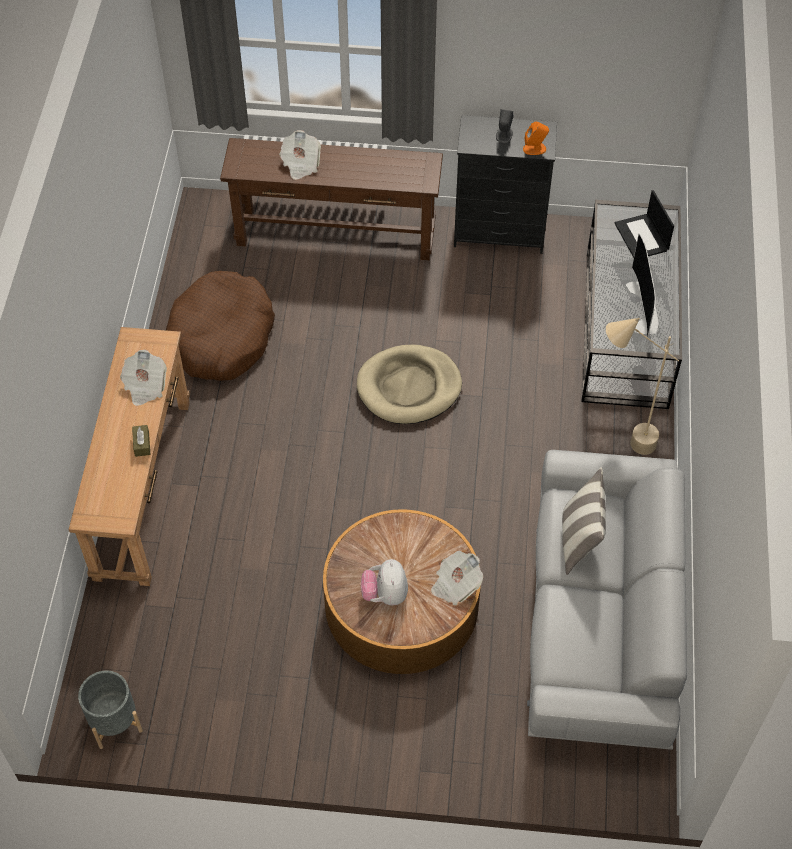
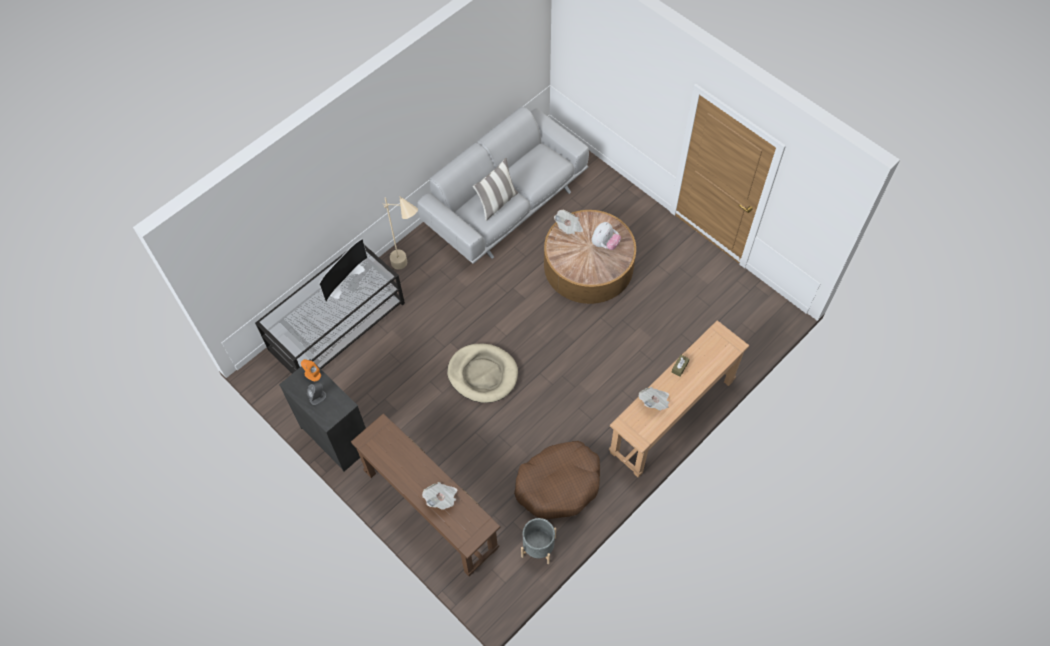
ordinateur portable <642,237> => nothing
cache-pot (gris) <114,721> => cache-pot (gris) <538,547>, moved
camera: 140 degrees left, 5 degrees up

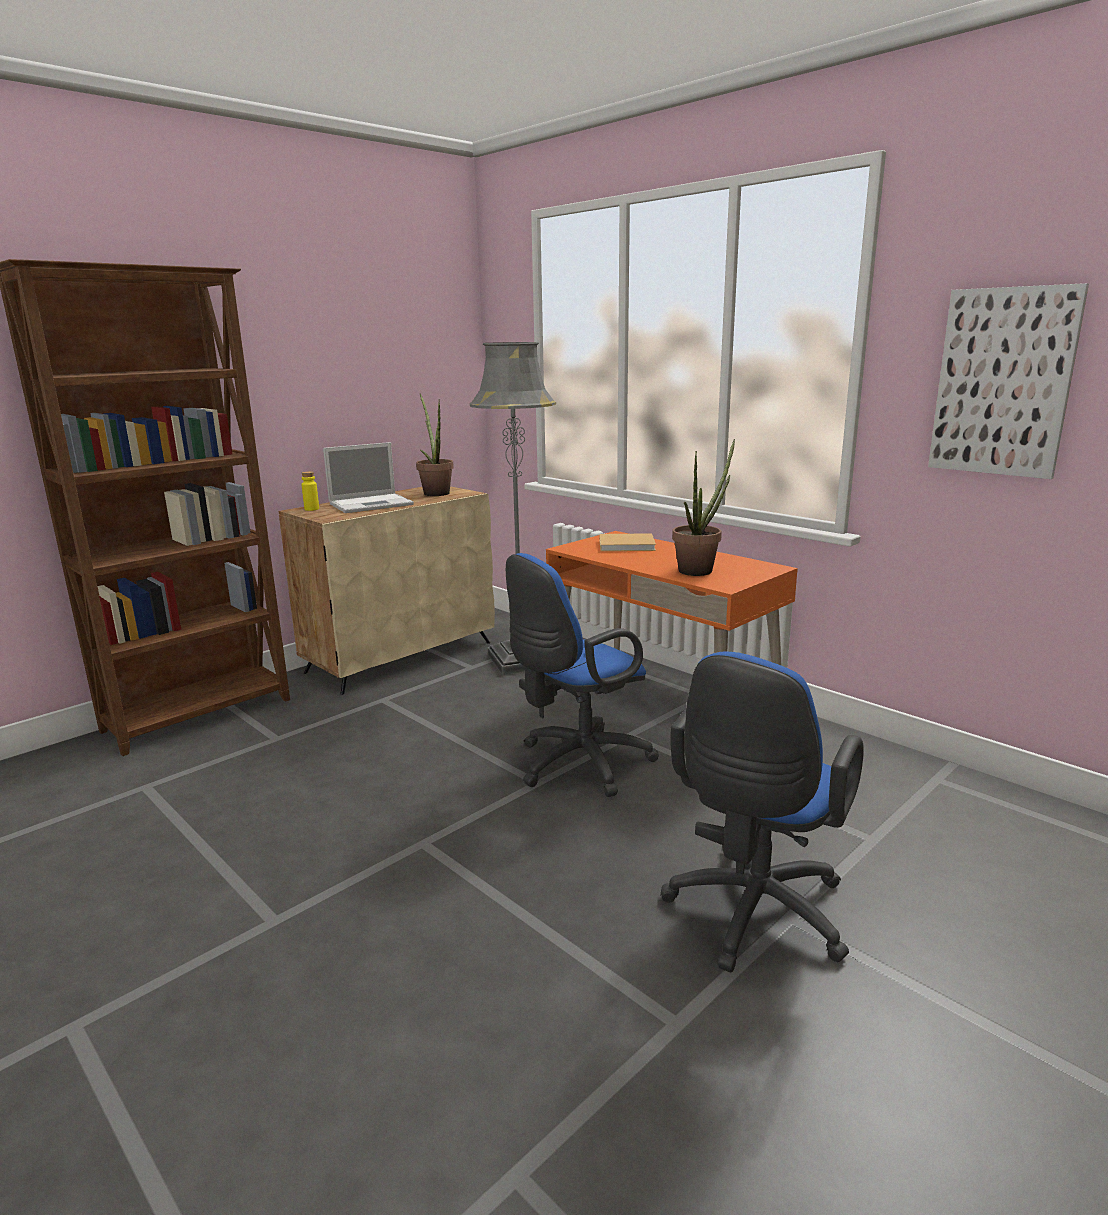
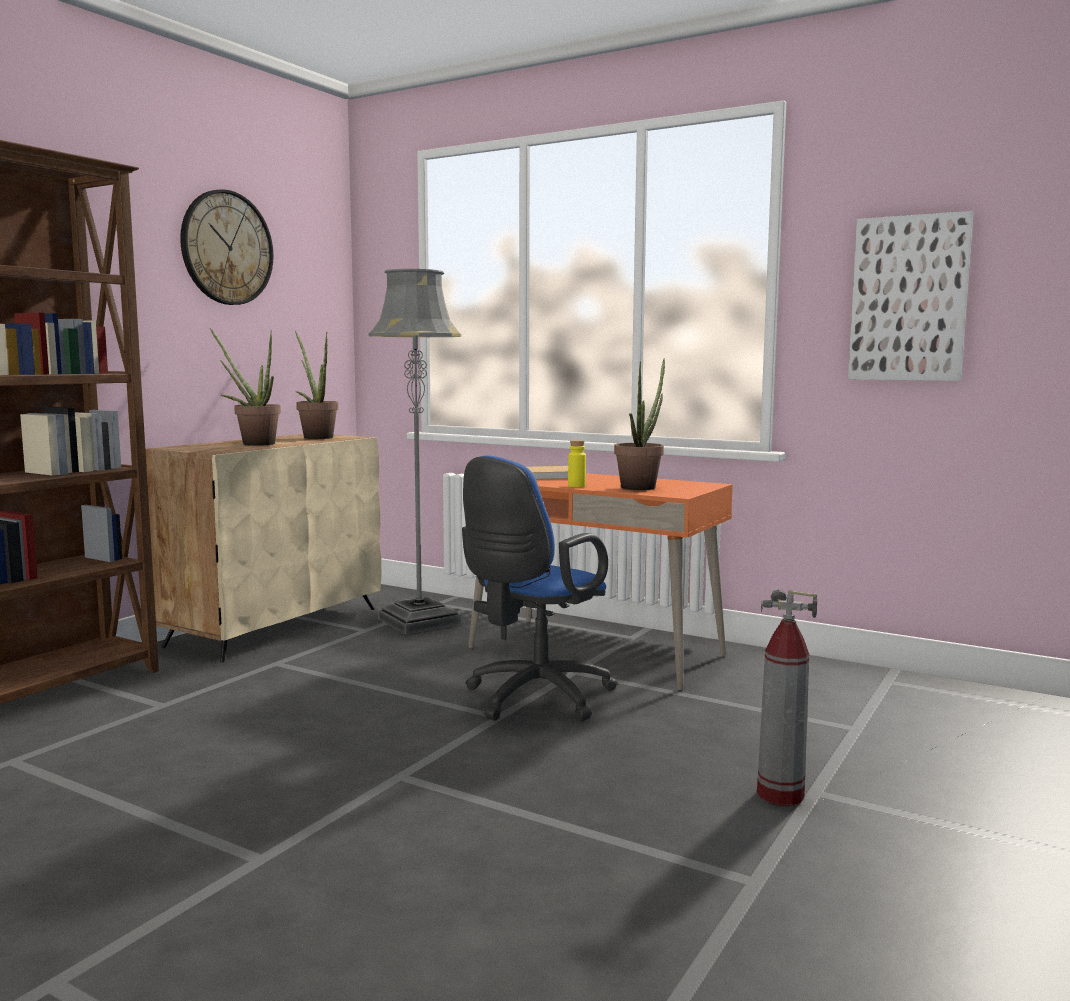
ordinateur portable <372,504> => plante en pot <253,443>
bouteille (jaune) <311,509> => bouteille (jaune) <576,486>, moved
chaise de bureau (bleu) <752,916> => extincteur <779,795>
nothing => horloge murale <227,248>
camera: 15 degrees left, 10 degrees down

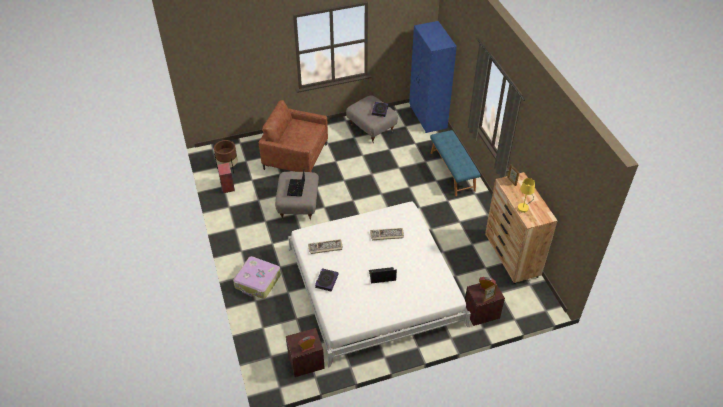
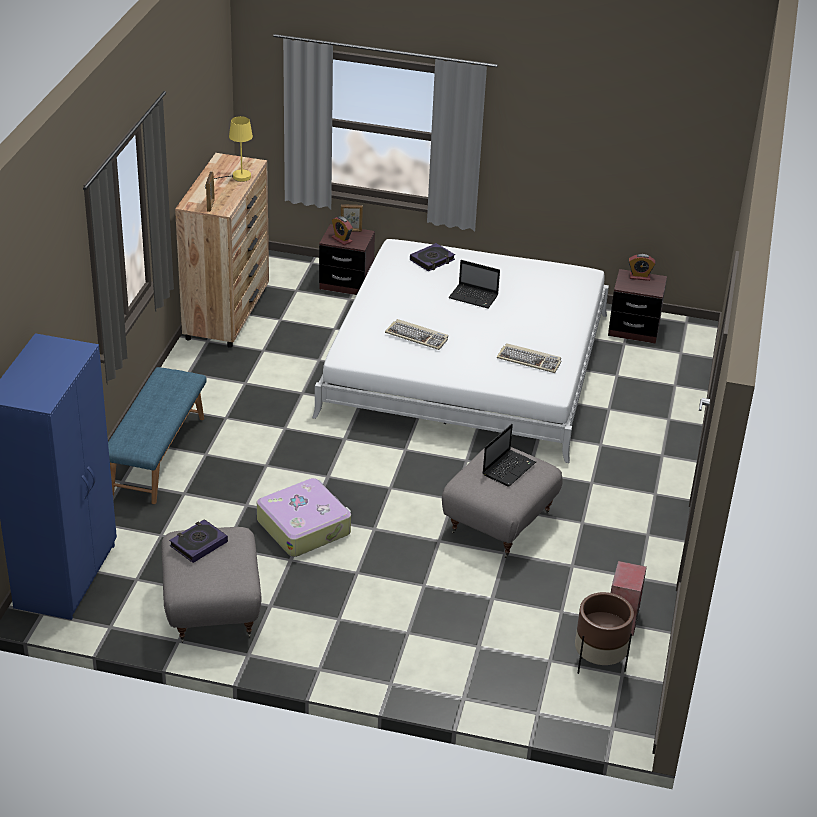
fauteuil (marron) <295,156> => nothing
valise <258,282> => valise <304,526>, moved
livre <326,281> => livre <432,260>, moved
camera: 150 degrees left, 10 degrees down

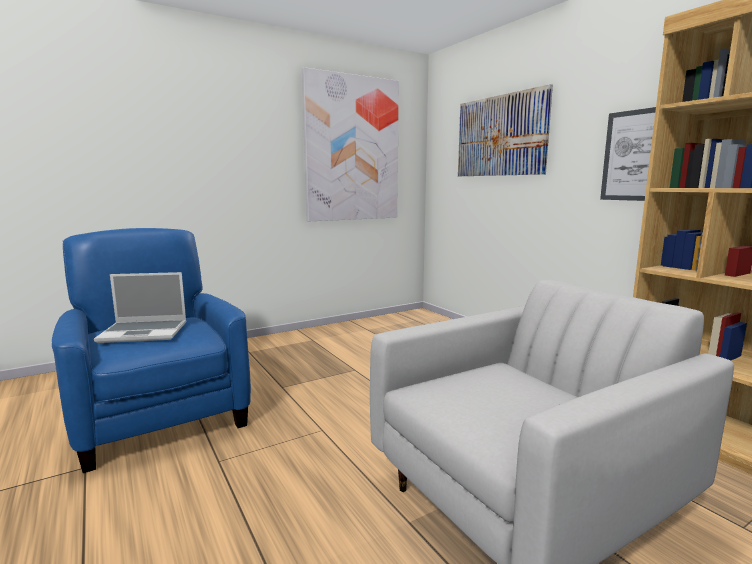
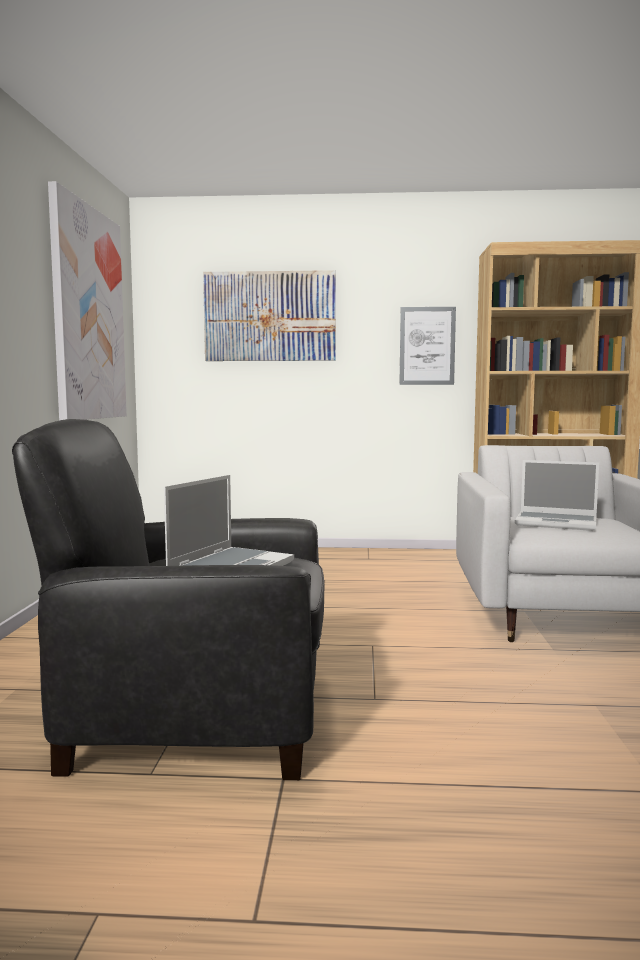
fauteuil (bleu) <160,415> => fauteuil (noir) <196,717>
nothing => ordinateur portable <557,523>
camera: 55 degrees left, 5 degrees down

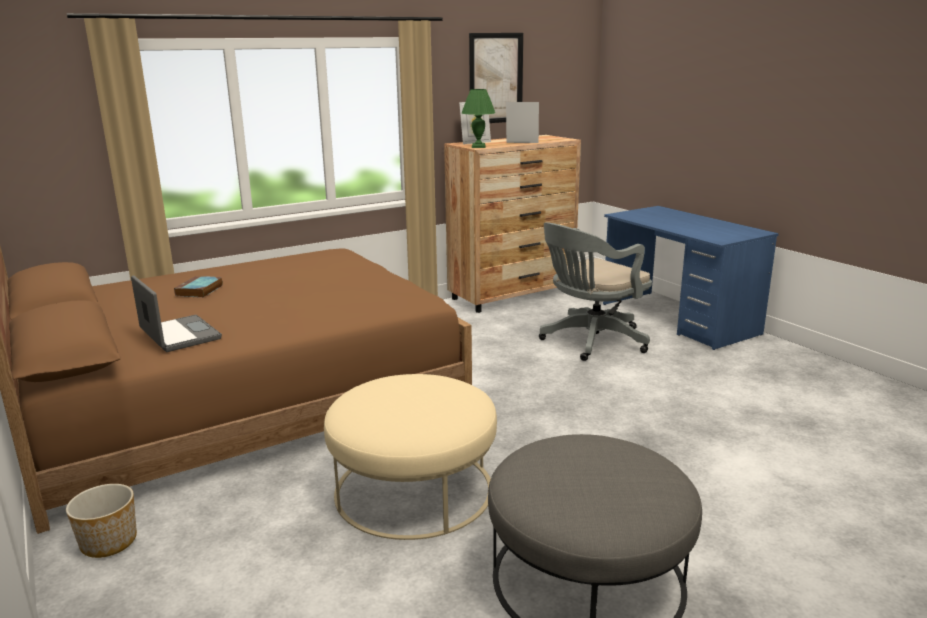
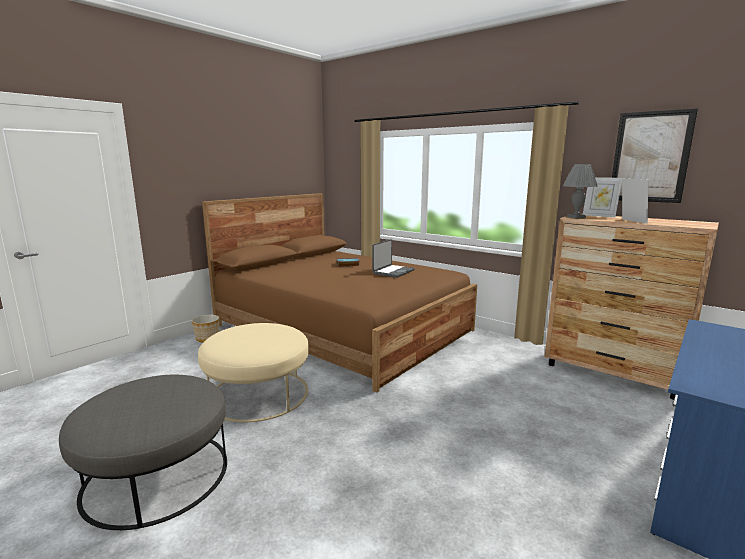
lampe de table (vert) <478,147> => lampe de table (gris) <575,217>
chaise de bureau (gris) <590,341> => nothing
ordinateur portable <178,335> => ordinateur portable <393,272>, moved
camera: 70 degrees right, 5 degrees down

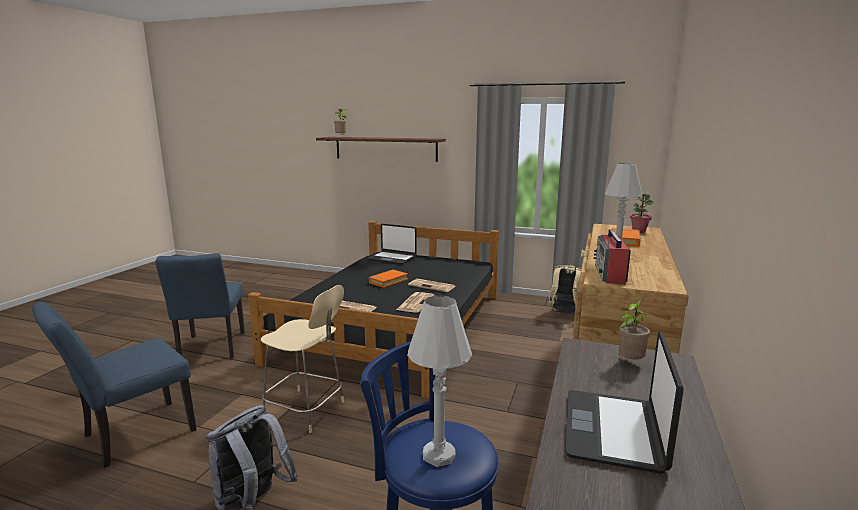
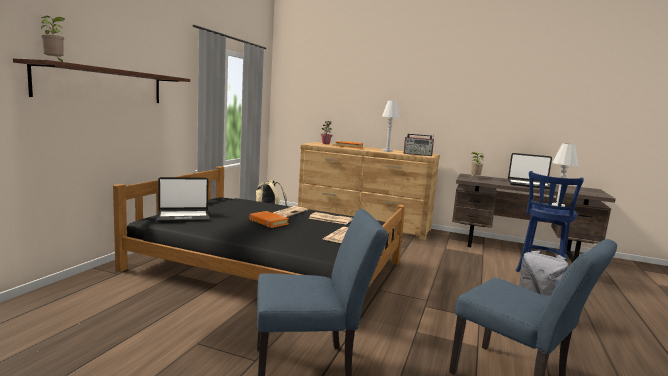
ordinateur portable <392,258> => ordinateur portable <183,217>, 45 degrees clockwise
chaise (beige) <306,411> => nothing
camera: 90 degrees left, 5 degrees down

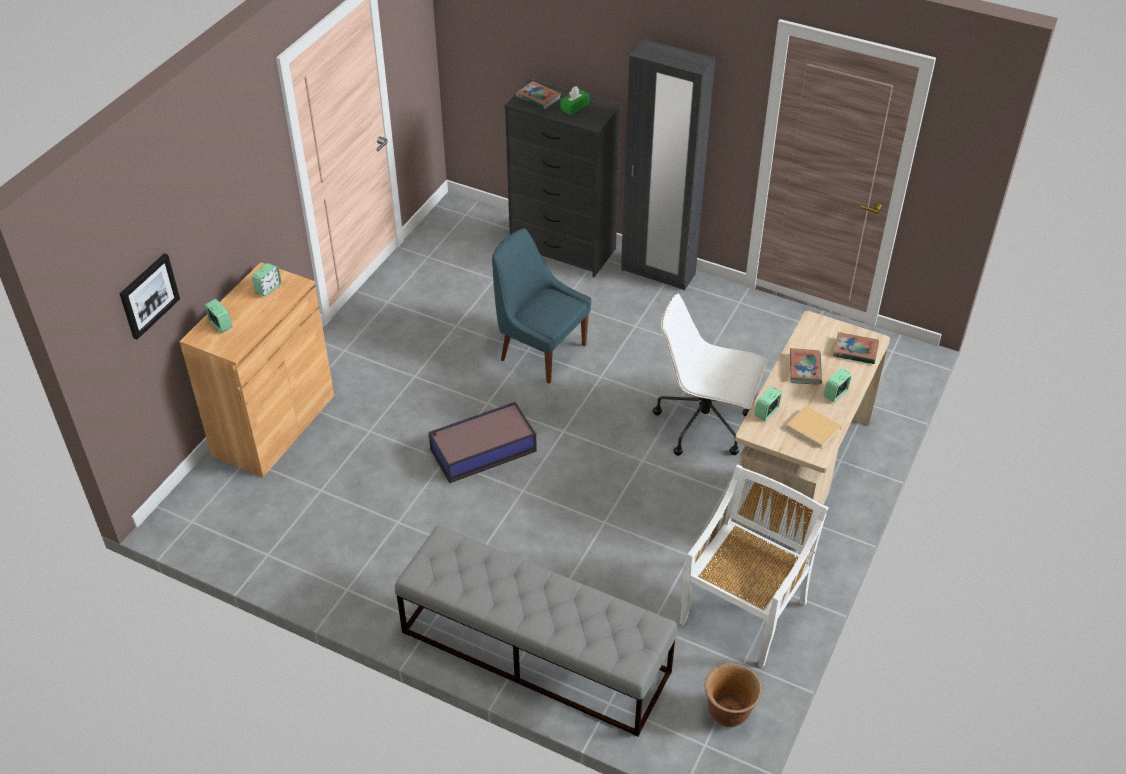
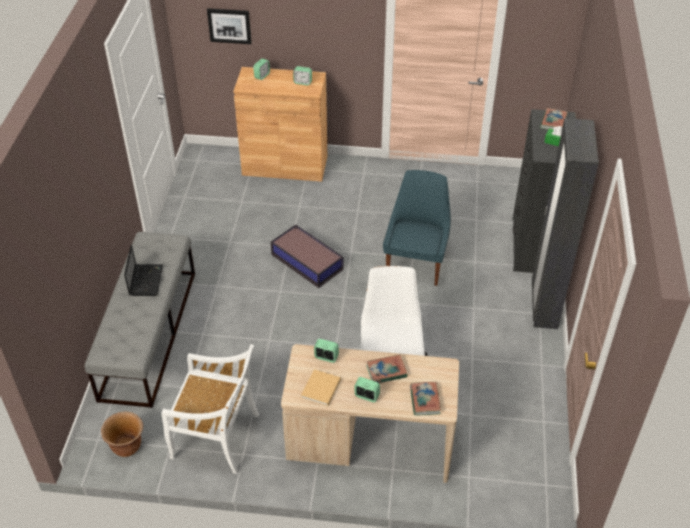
nothing => ordinateur portable <146,280>
camera: 70 degrees right, 0 degrees up

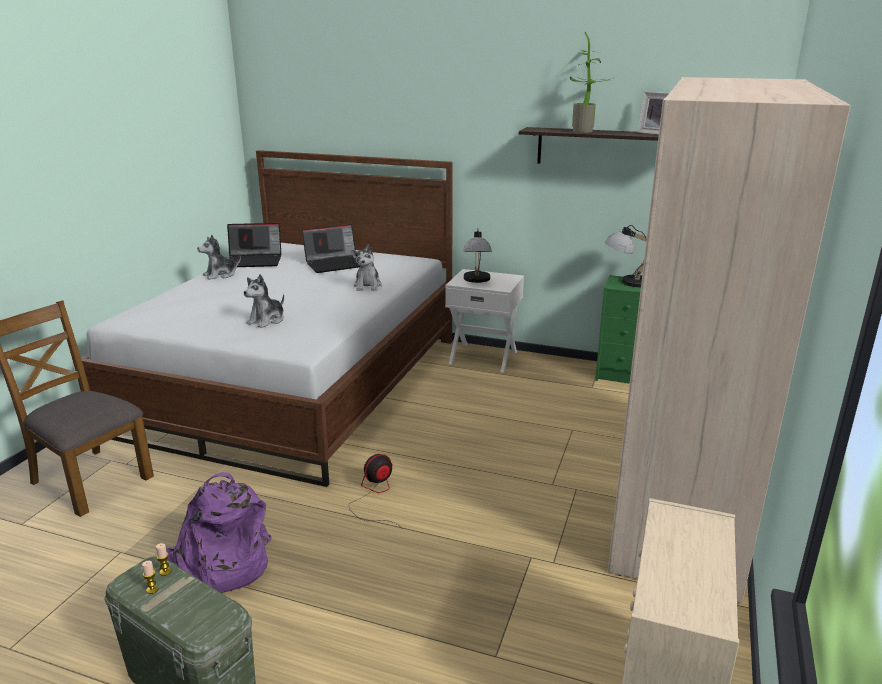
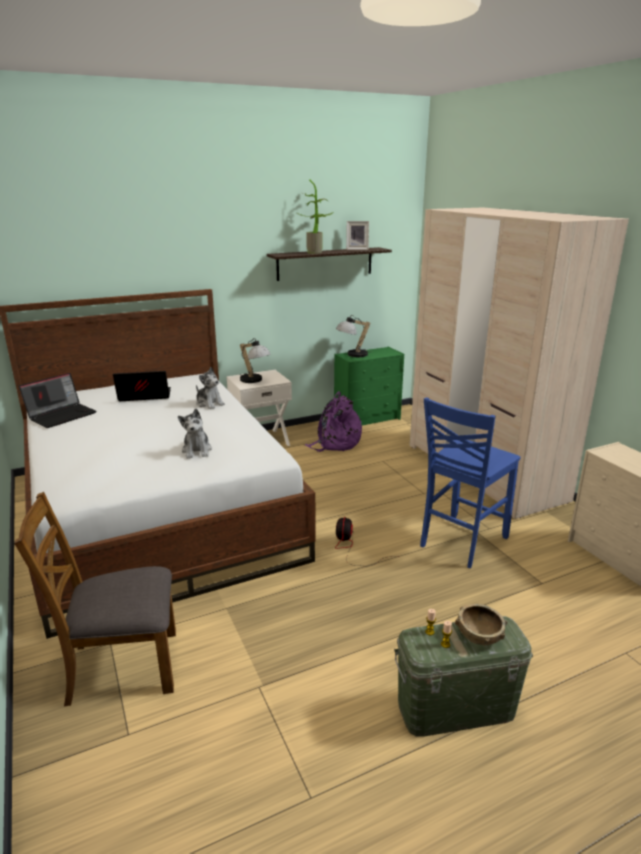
ordinateur portable <336,264> => ordinateur portable <144,397>, 120 degrees counterclockwise
peluche <221,275> => nothing
sac à dos (violet) <221,565> => sac à dos (violet) <335,443>, moved
nothing => chaise (bleu) <461,542>
nothing => bol (marron) <479,635>
camera: 45 degrees left, 0 degrees up

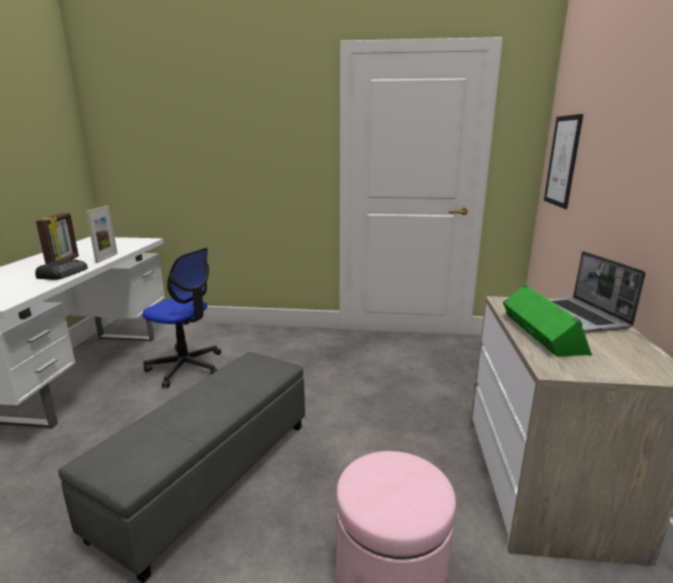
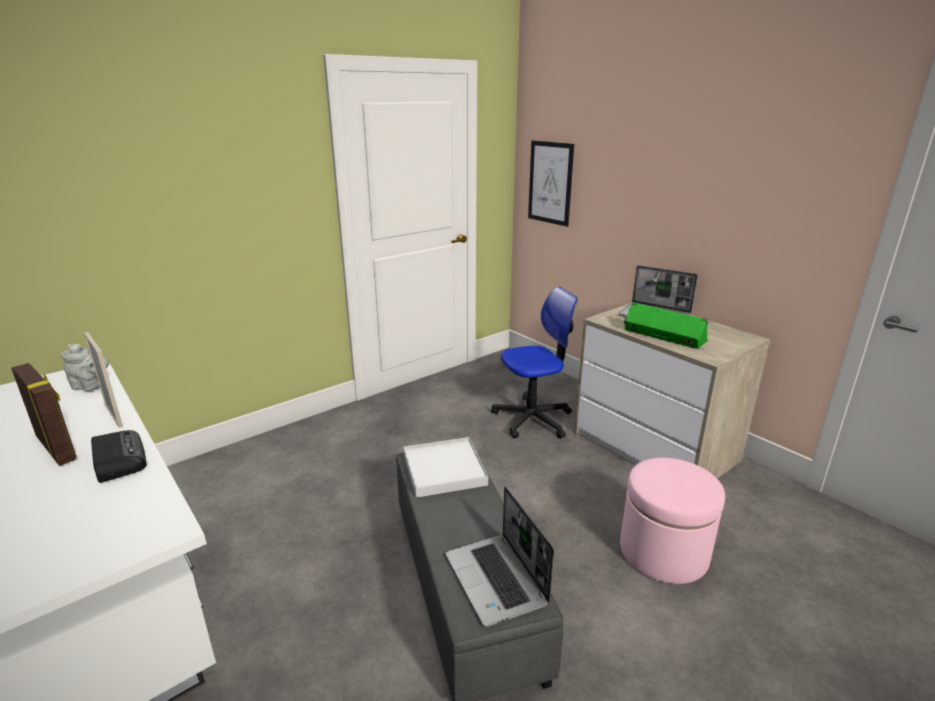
chaise de bureau <186,367> => chaise de bureau <532,419>, moved
nothing => théière (gris) <92,387>
nothing => plateau (blanc) <444,470>
nothing => ordinateur portable <497,580>
camera: 45 degrees left, 5 degrees up

